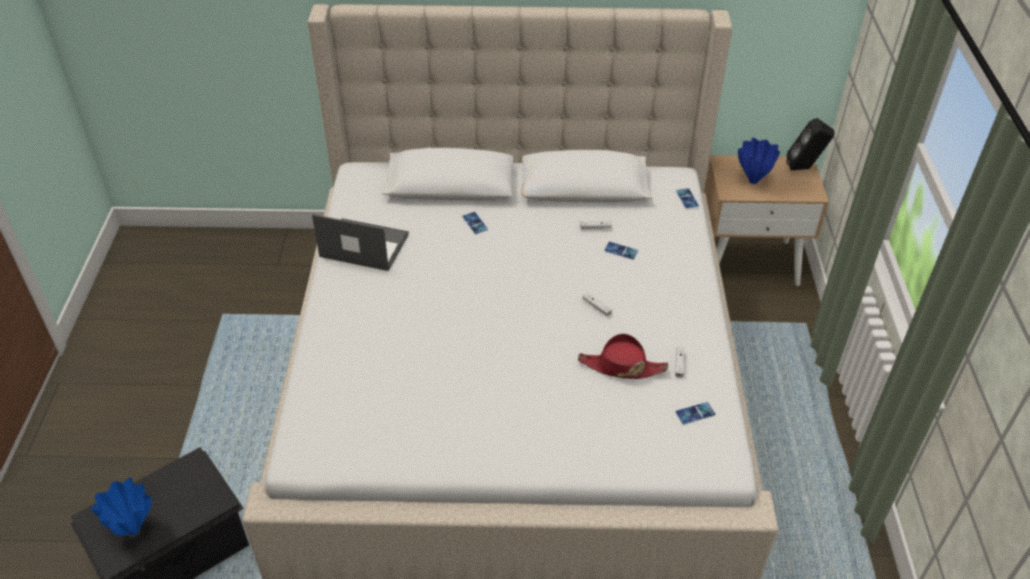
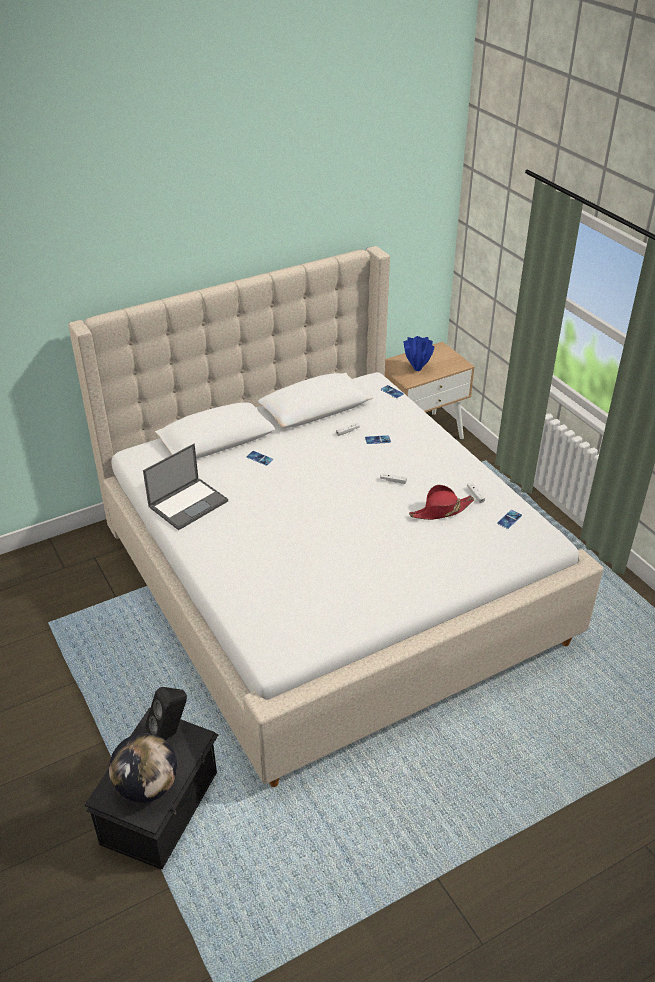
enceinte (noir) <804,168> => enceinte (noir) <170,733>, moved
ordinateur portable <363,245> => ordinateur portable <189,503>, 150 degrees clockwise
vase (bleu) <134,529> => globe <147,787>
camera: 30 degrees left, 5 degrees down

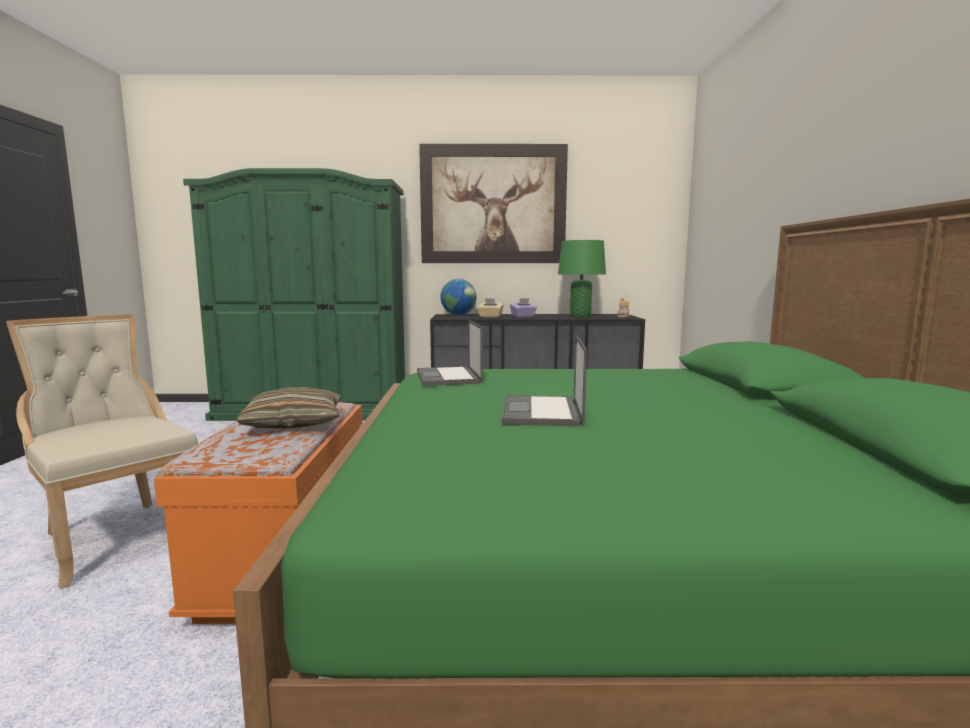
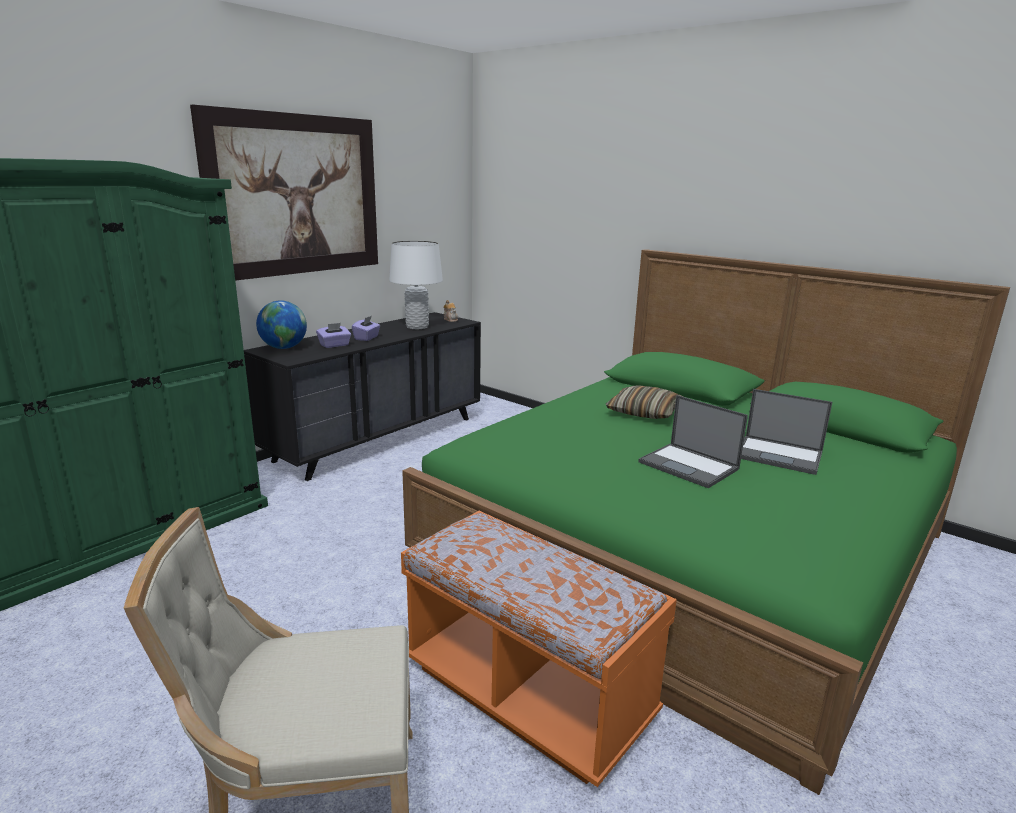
lampe de table (vert) <580,316> => lampe de table (blanc) <417,327>
boîte à mouchoirs (beige) <490,316> => boîte à mouchoirs (violet) <334,345>
ordinateur portable <448,377> => ordinateur portable <780,455>, moved
coussin <294,423> => coussin <644,412>, moved
camera: 50 degrees left, 10 degrees up

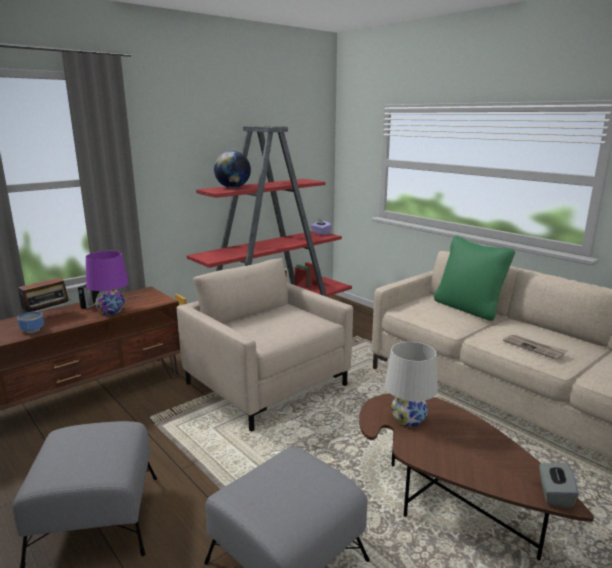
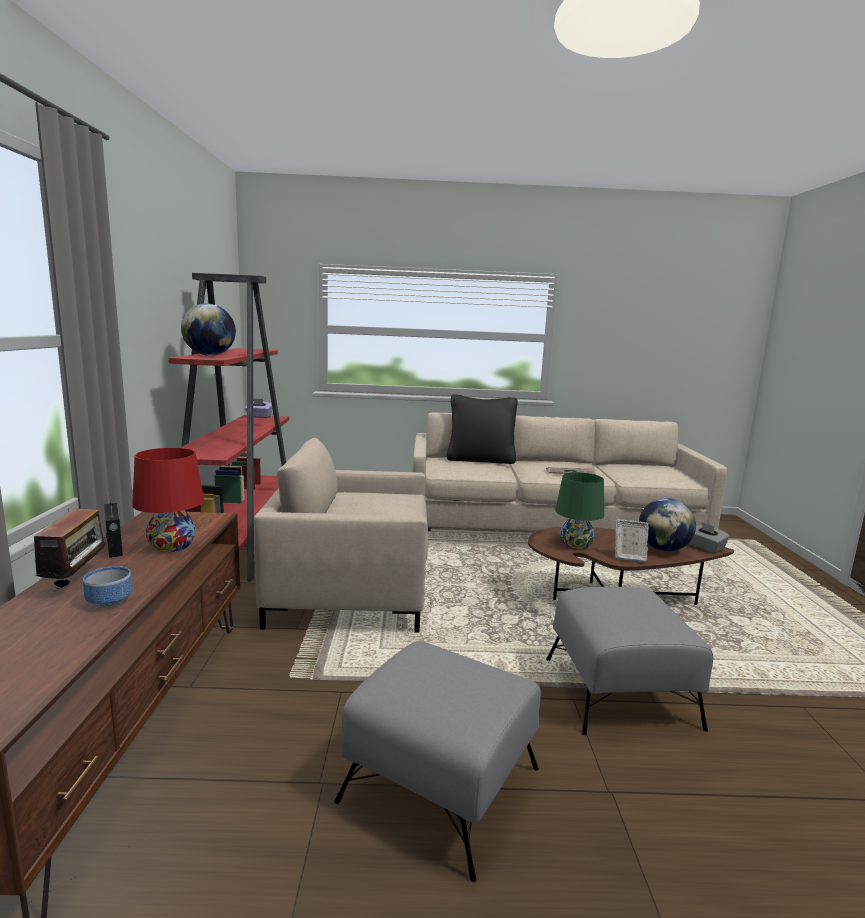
coussin (vert) <468,308> => coussin (noir) <480,460>
lampe de table (violet) <111,310> => lampe de table (rouge) <171,545>
lampe de table (blanc) <408,419> => lampe de table (vert) <576,544>
nothing => globe <663,549>
nothing => cadre photo <628,557>
camera: 50 degrees left, 5 degrees down

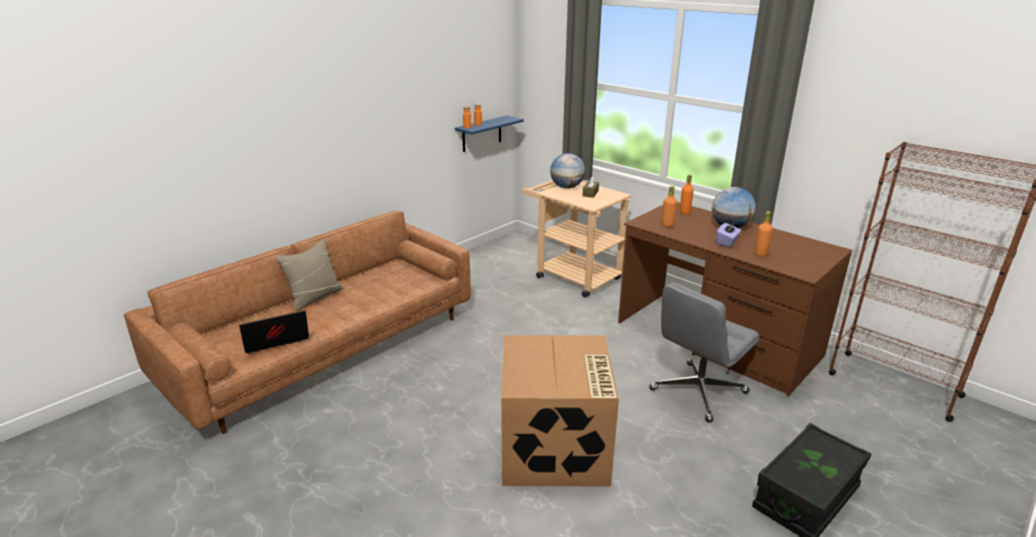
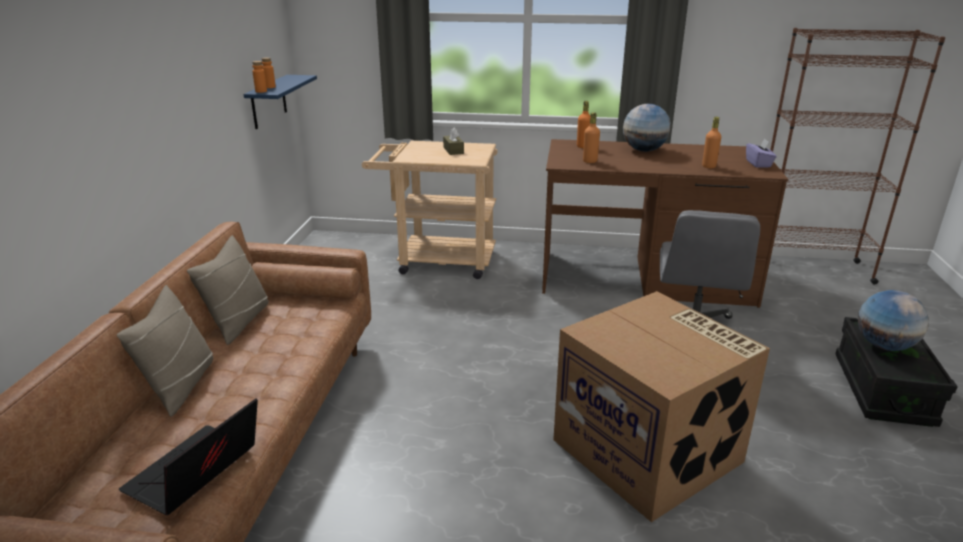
globe <567,187> => globe <884,345>, moved
boîte à mouchoirs (violet) <727,242> => boîte à mouchoirs (violet) <758,164>, moved
nothing => coussin (beige) <238,322>
camera: 35 degrees left, 0 degrees up

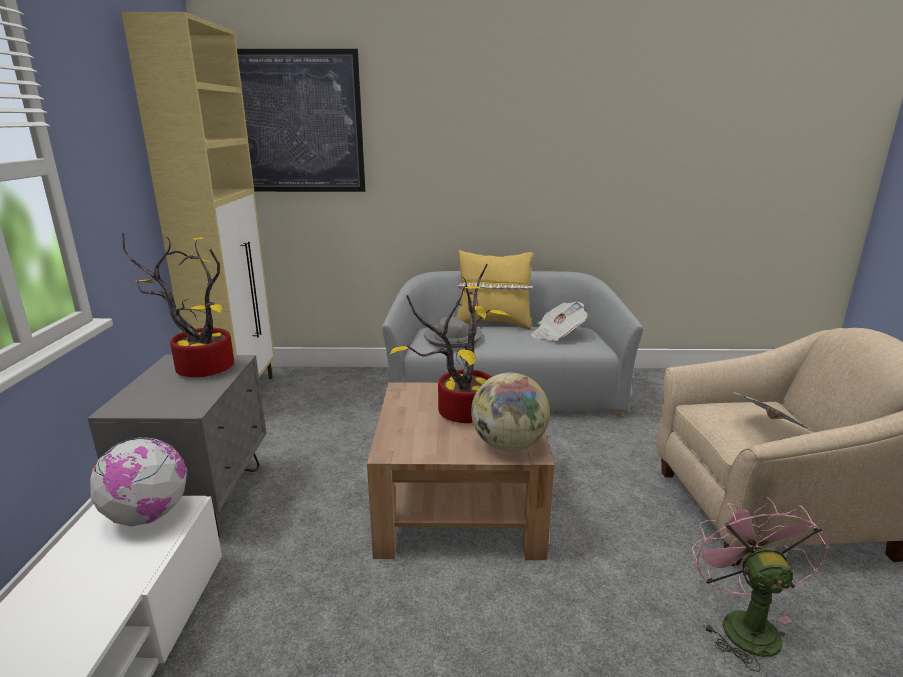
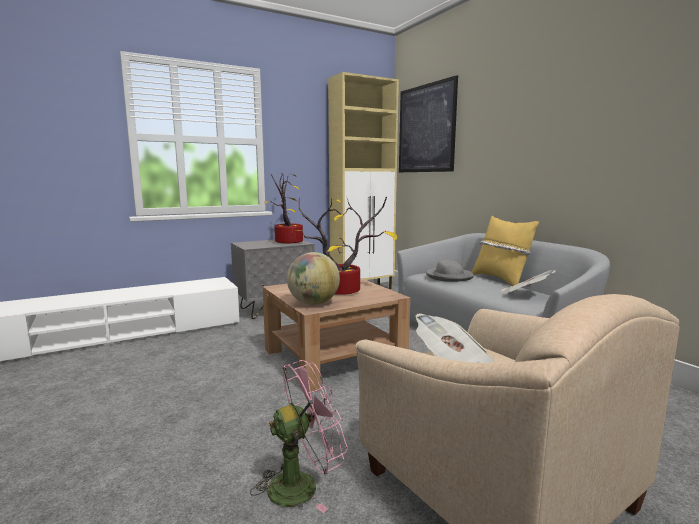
globe <148,515> => nothing
camera: 60 degrees right, 10 degrees down

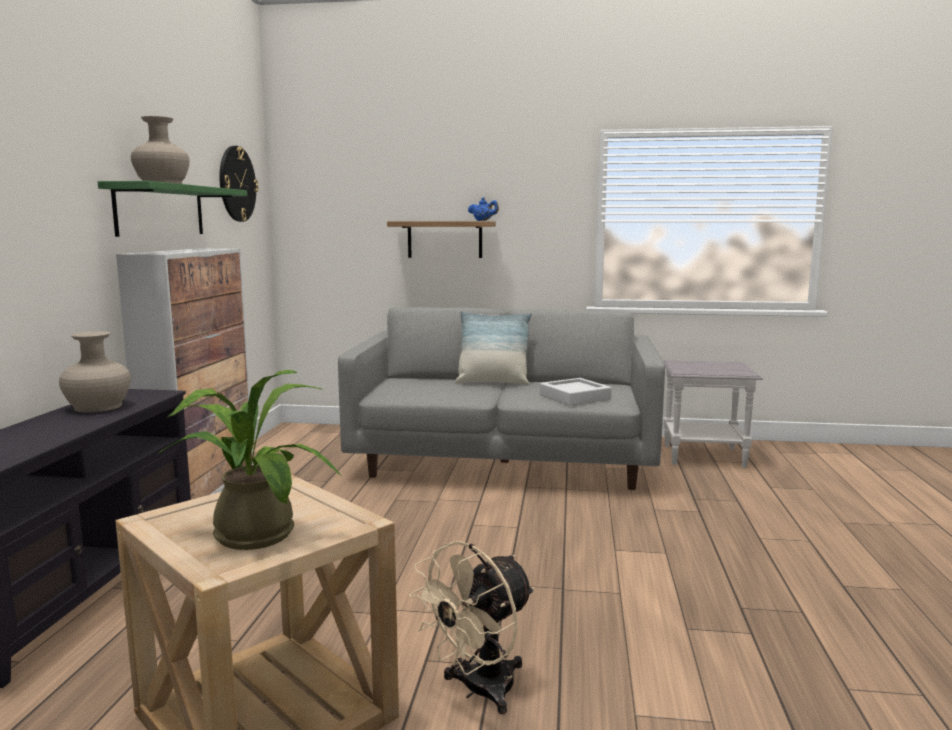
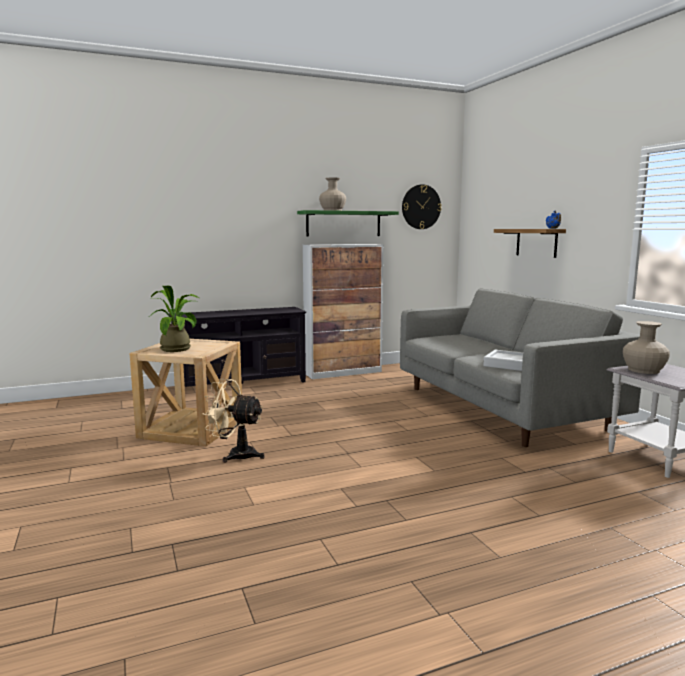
coussin <492,383> => nothing
vase (beige) <98,407> => vase (beige) <643,370>, moved
camera: 60 degrees right, 0 degrees up

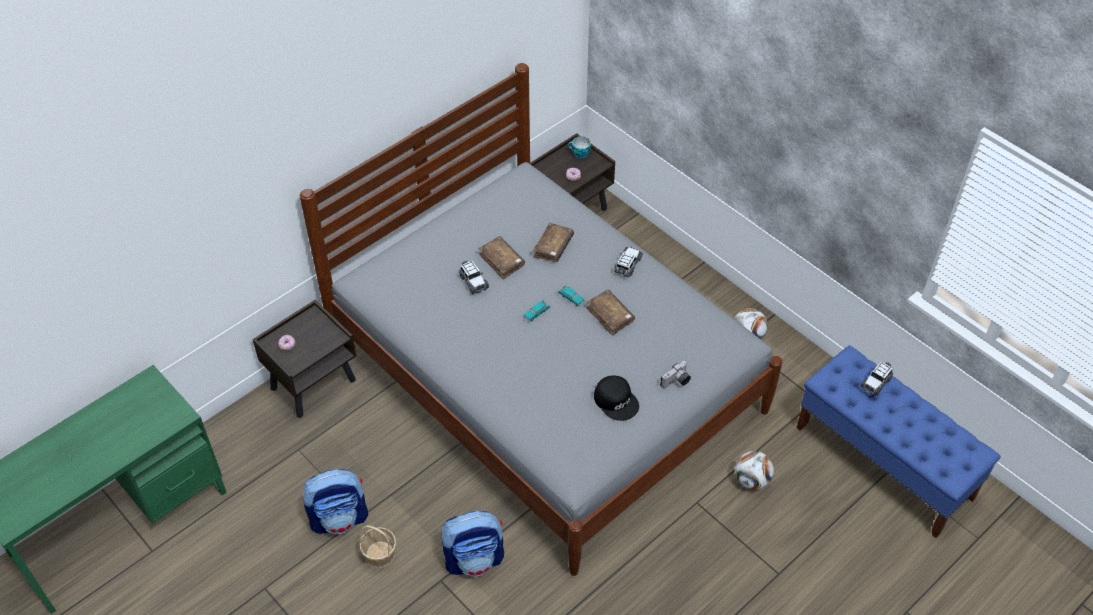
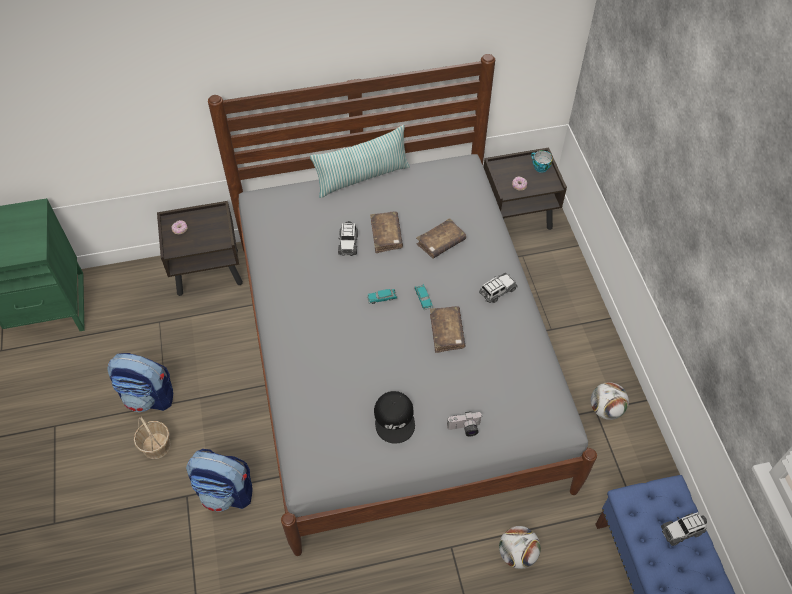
nothing => coussin <362,177>
camera: 30 degrees right, 5 degrees up

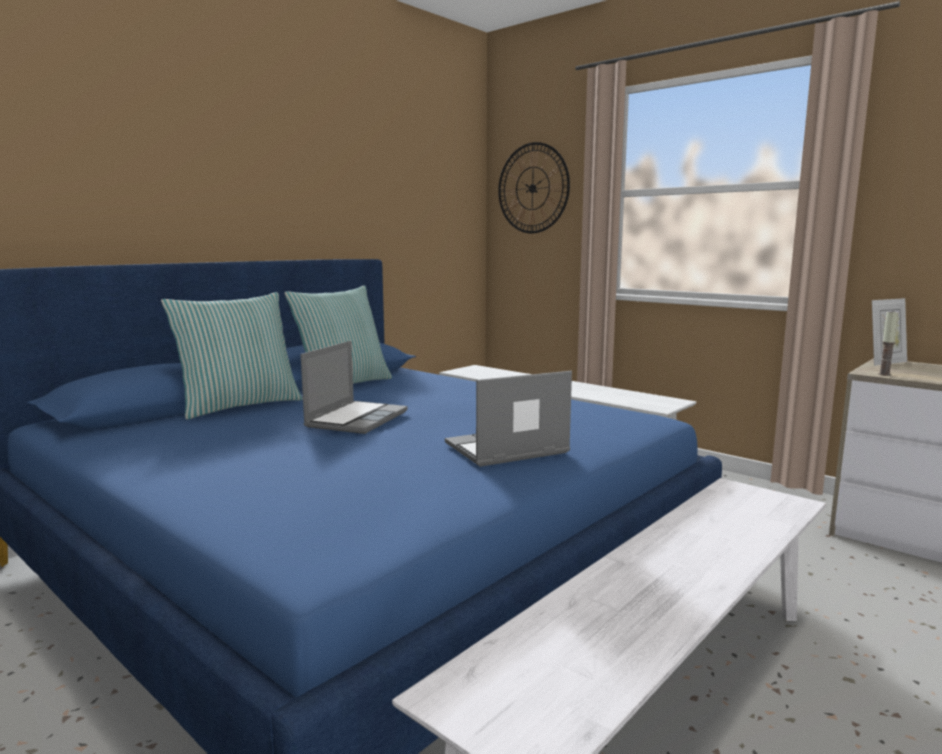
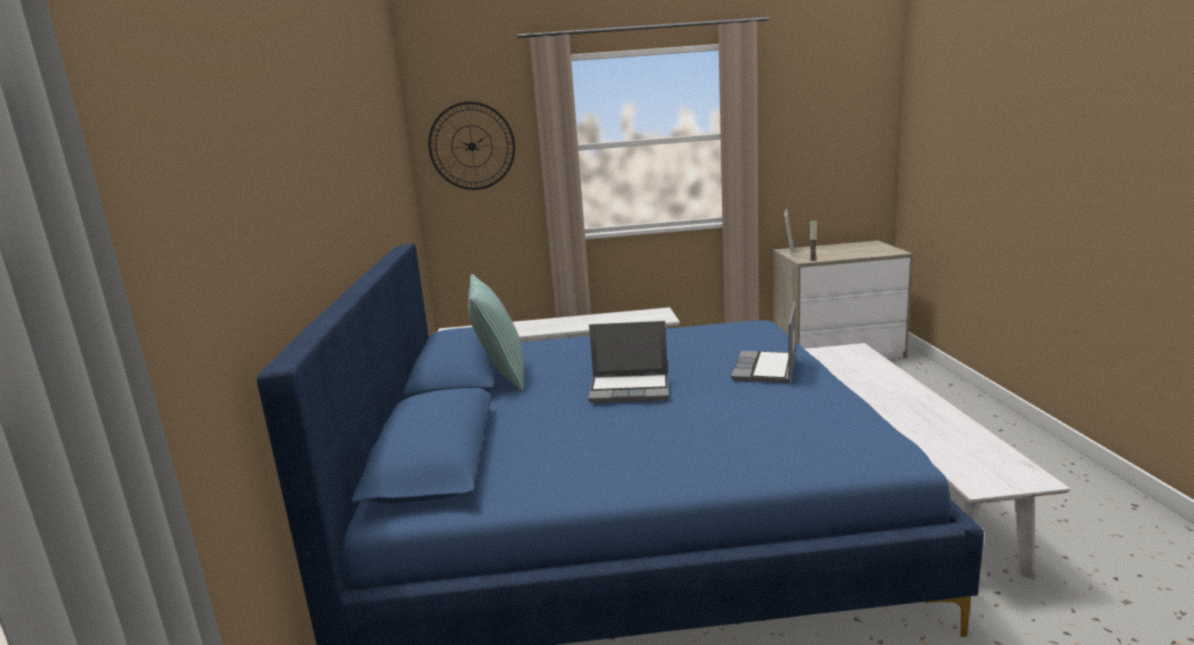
coussin <239,406> => nothing
ordinateur portable <356,419> => ordinateur portable <630,389>, 120 degrees clockwise
camera: 45 degrees left, 5 degrees up

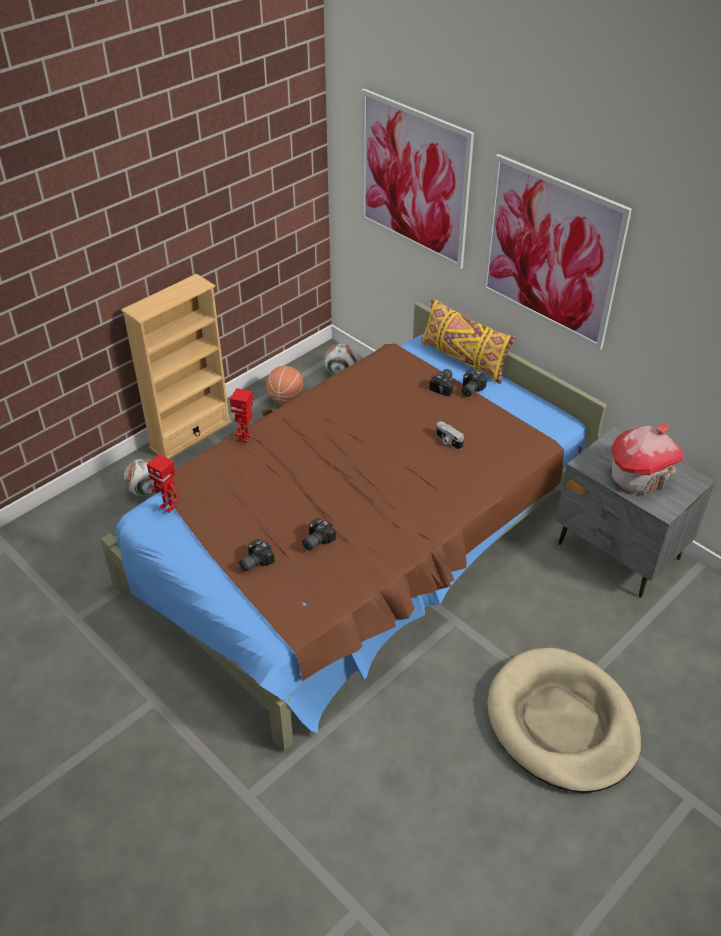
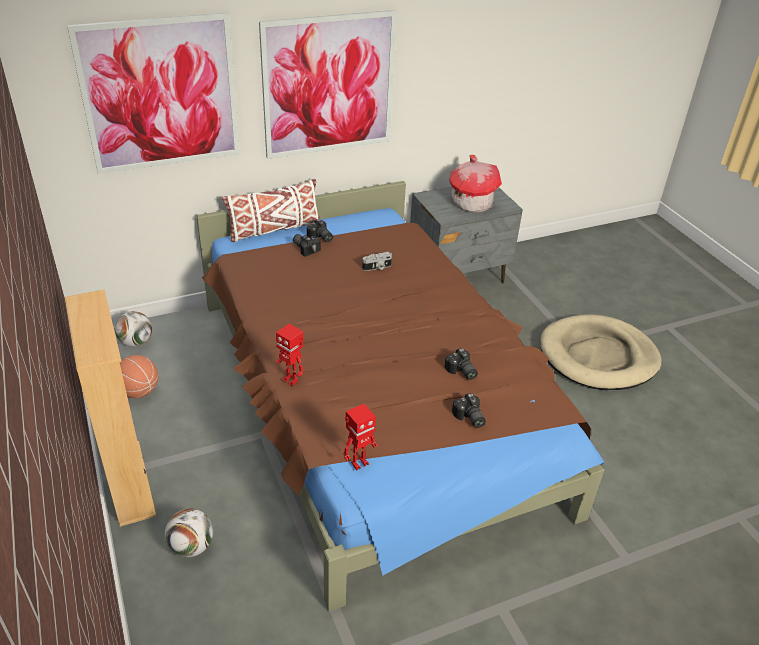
coussin (jaune) <463,359> => coussin (blanc) <274,230>
camera: 70 degrees left, 5 degrees down

